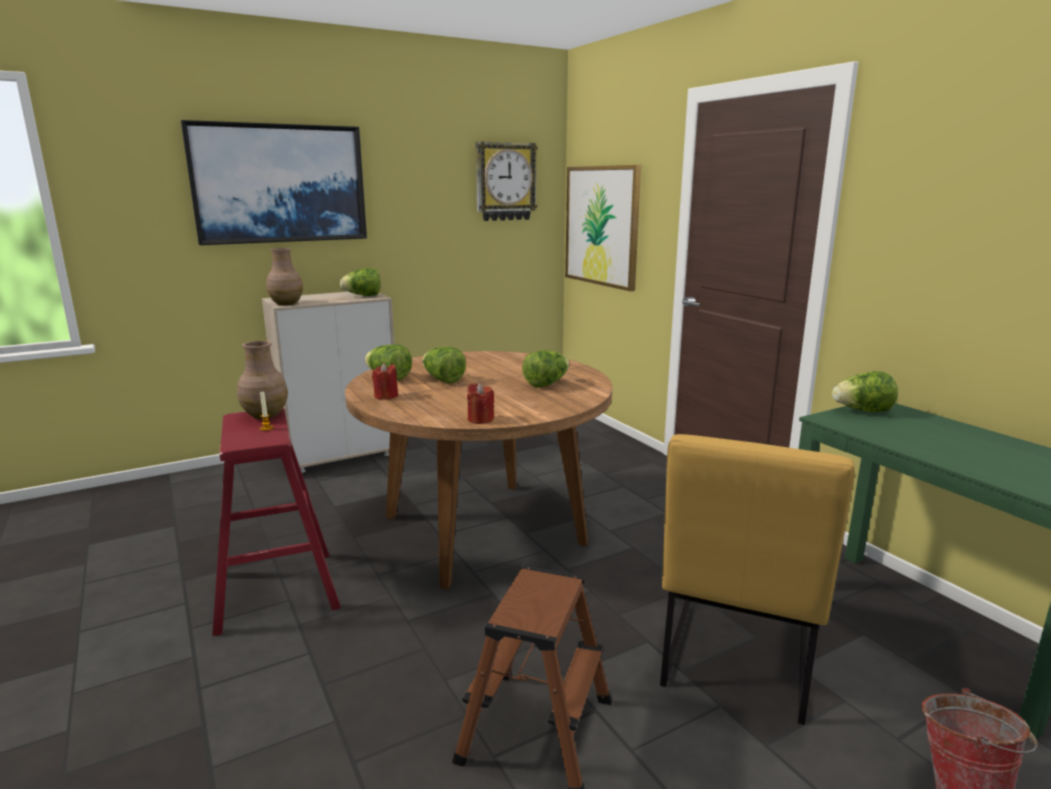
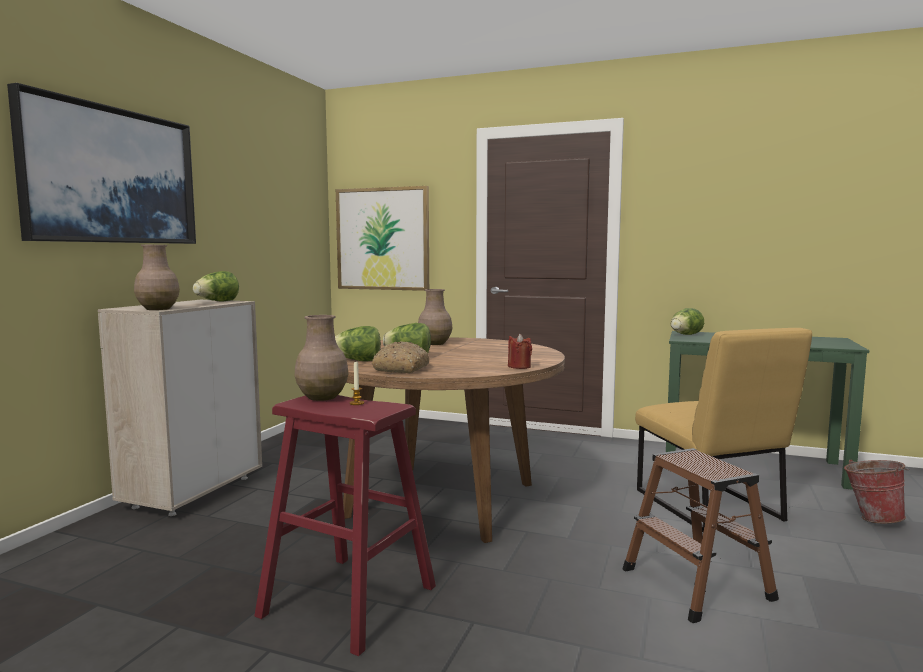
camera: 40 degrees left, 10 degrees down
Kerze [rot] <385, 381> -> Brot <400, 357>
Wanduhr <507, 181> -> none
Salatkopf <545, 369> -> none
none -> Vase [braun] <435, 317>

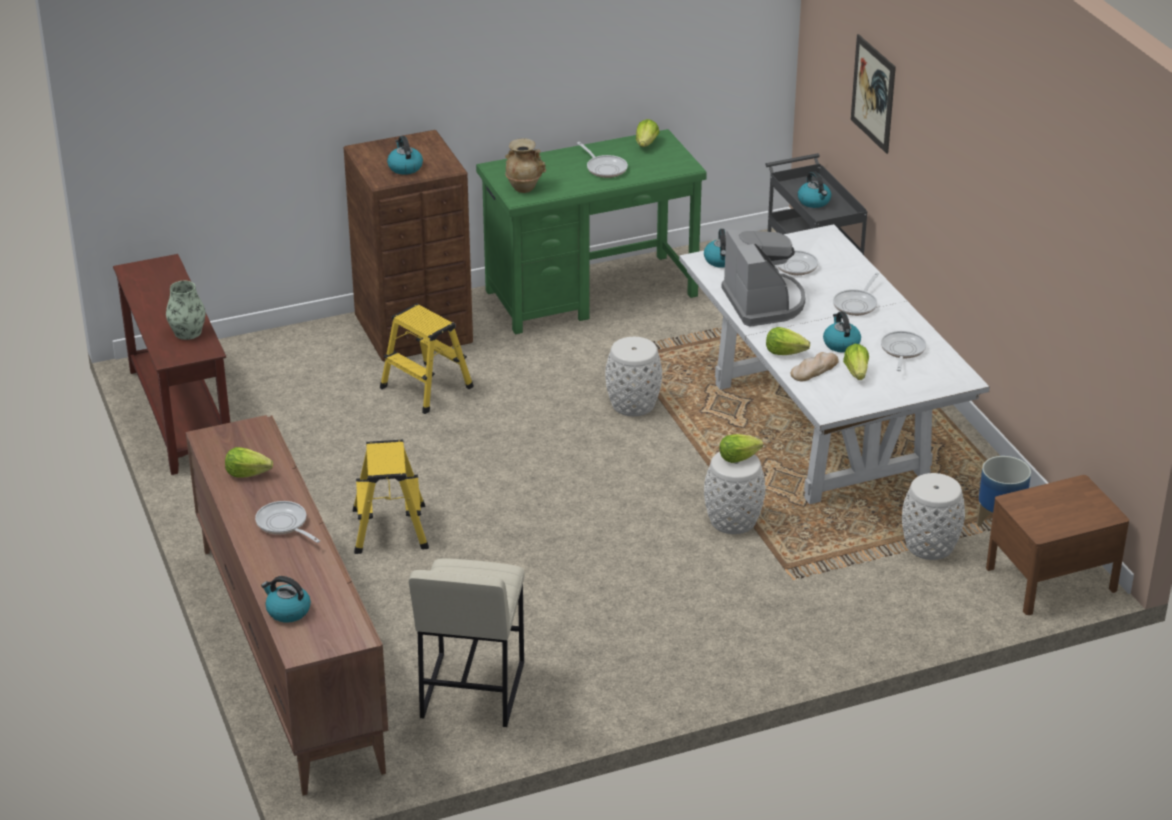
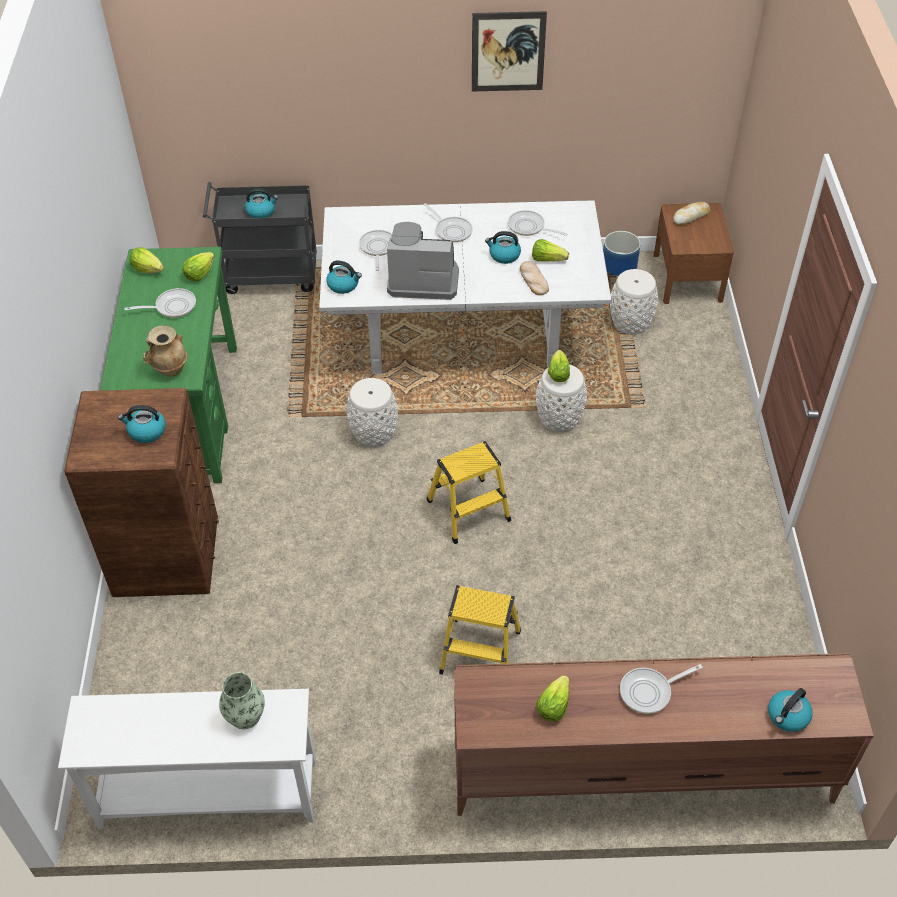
camera: 70 degrees left, 15 degrees up
Konsolentisch [braun] <171, 364> -> Konsolentisch [weiß] <187, 759>
Trittleiter [gelb] <427, 358> -> Trittleiter [gelb] <469, 492>, relocated
Stuhl [beige] <467, 643> -> none
Salatkopf <788, 341> -> Salatkopf <198, 266>, relocated
Bild <873, 94> -> Bild <509, 51>, relocated
none -> Brot <691, 213>

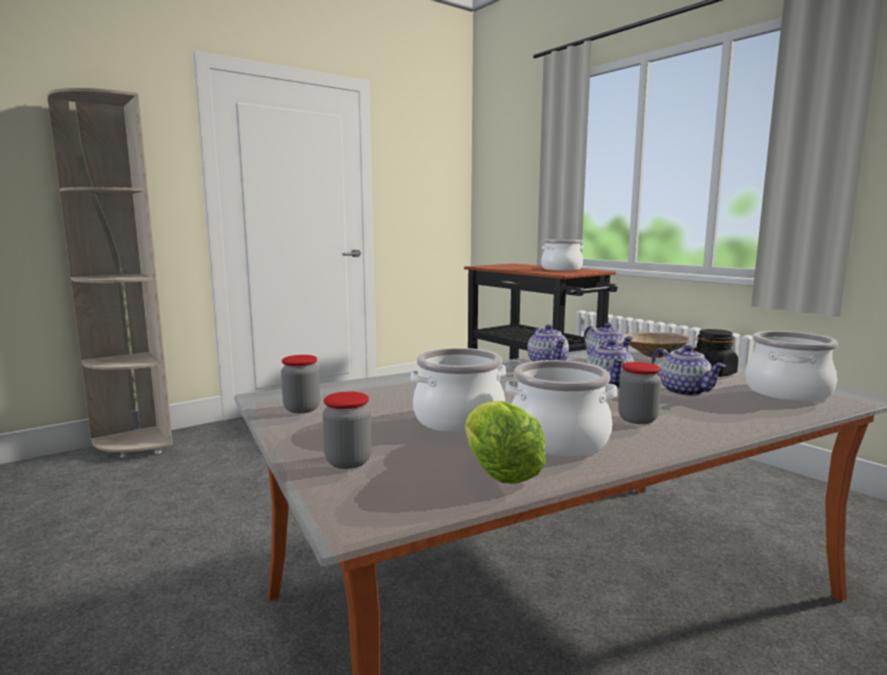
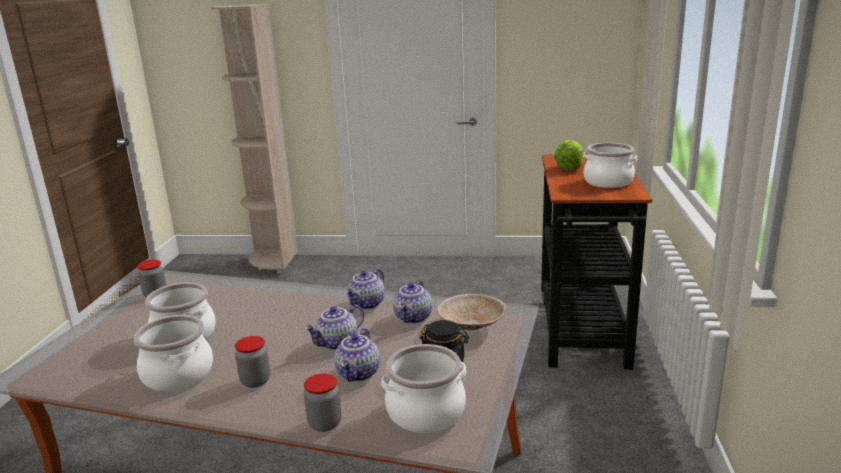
camera: 45 degrees right, 10 degrees up
Vorratsglas <347, 430> -> Vorratsglas <323, 402>, relocated
Salatkopf <505, 442> -> Salatkopf <568, 155>, relocated

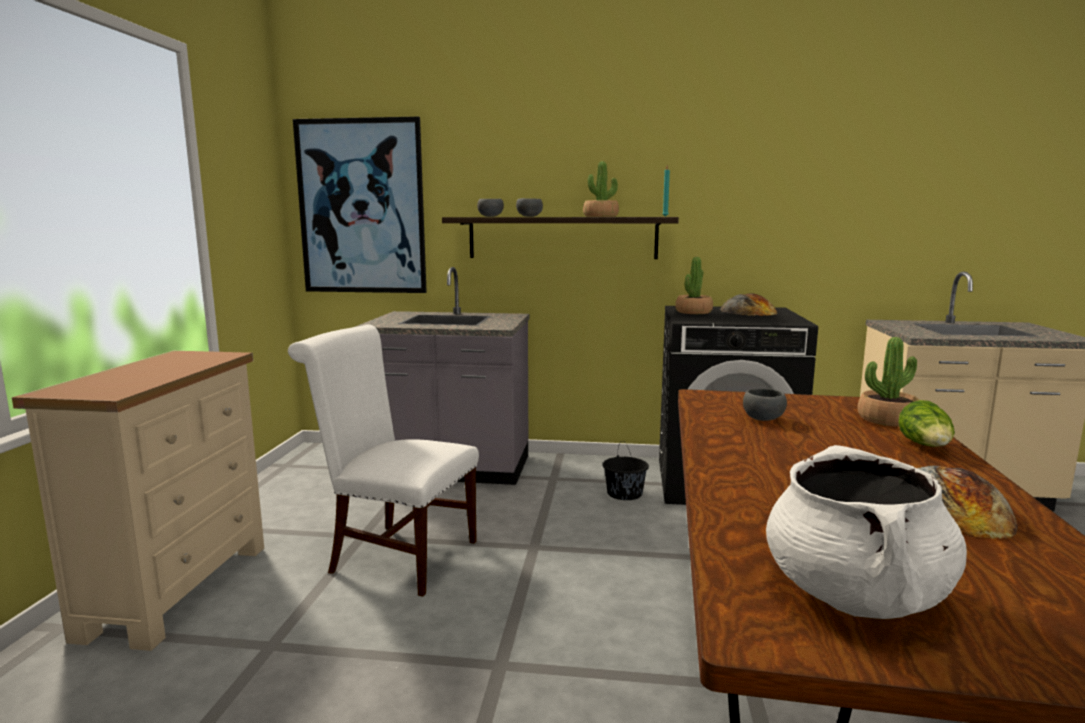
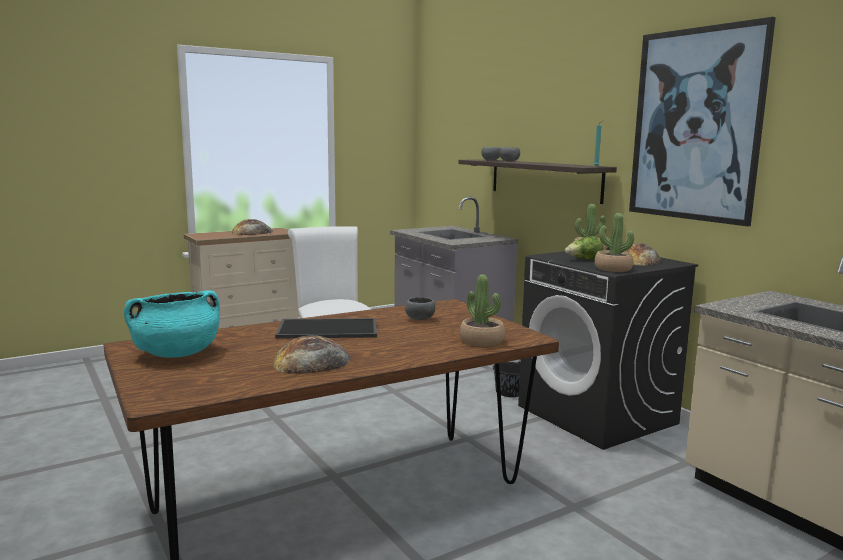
camera: 50 degrees right, 0 degrees up
Bild <360, 205> -> Bild <702, 121>, relocated
Topfpflanze <601, 189> -> Topfpflanze <614, 242>, relocated
Kochtopf [weiß] <866, 532> -> Kochtopf [türkis] <172, 324>
Salatkopf <926, 423> -> Salatkopf <584, 248>, relocated
none -> Brot <252, 227>
none -> Tablett <326, 328>

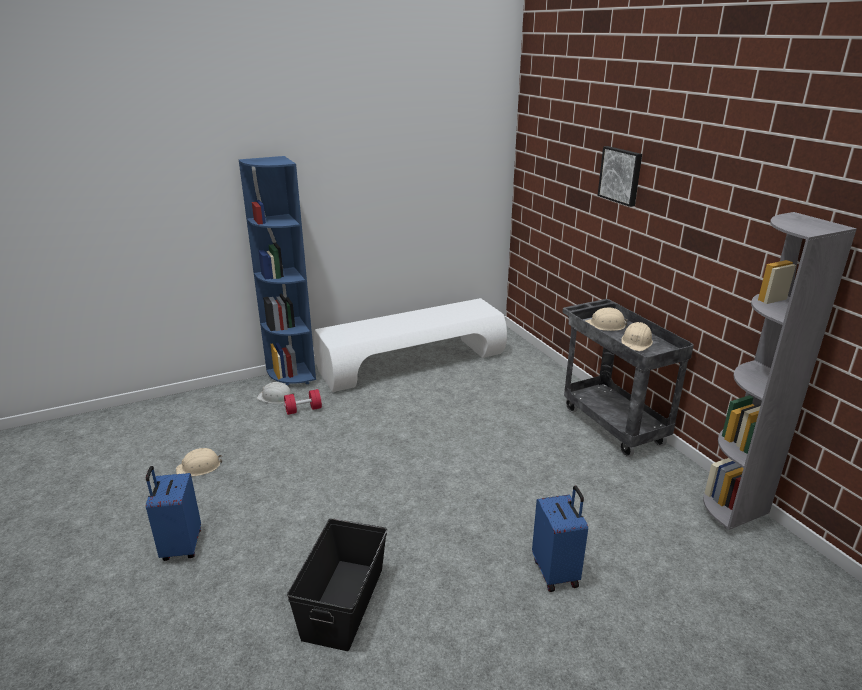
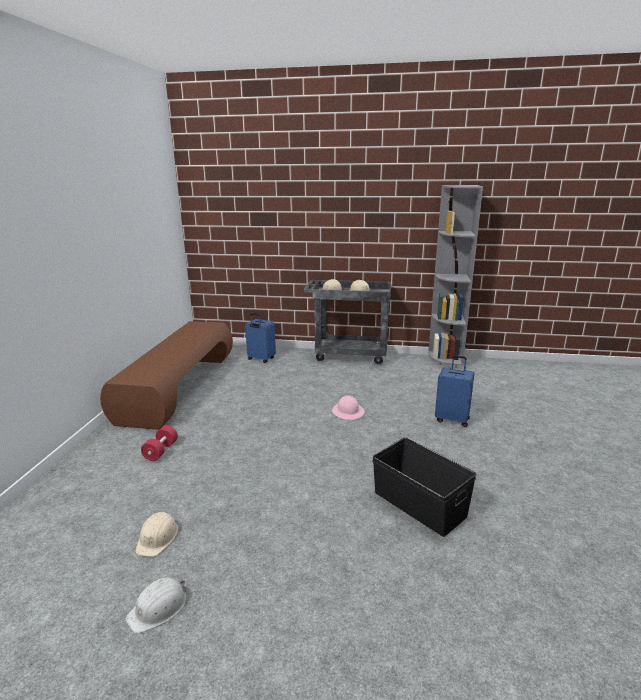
camera: 55 degrees left, 5 degrees down
Koffer [blau] <173, 513> -> Koffer [blau] <260, 338>, relocated
Bücherregal [blau] <277, 270> -> none
Schutzhelm [weiß] <276, 393> -> Schutzhelm [weiß] <156, 605>, relocated
Bank [weiß] <410, 345> -> Bank [braun] <166, 375>
Bild <620, 176> -> none
none -> Schutzhelm [rosa] <348, 408>

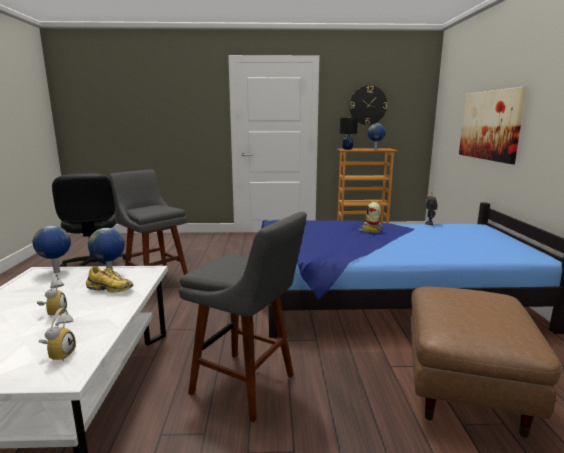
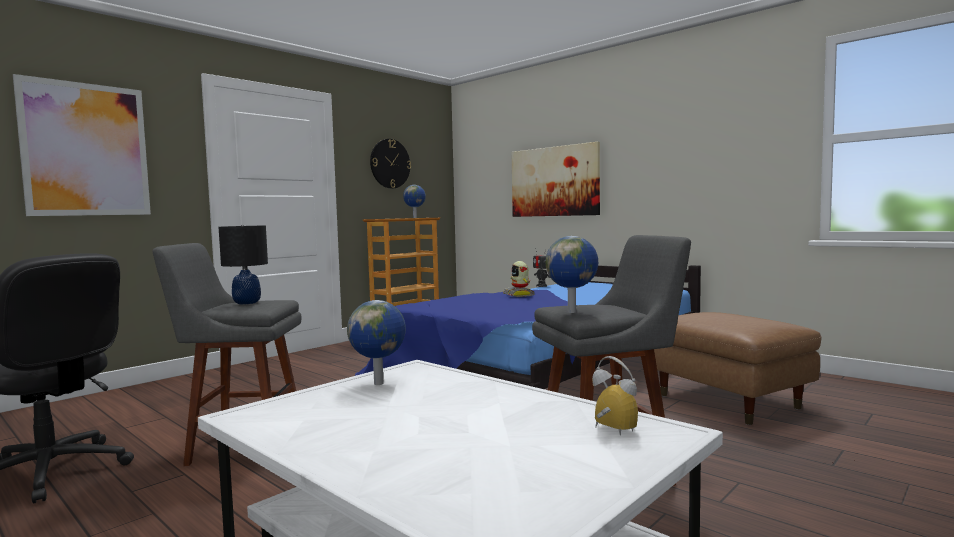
camera: 45 degrees left, 10 degrees down
Globus <51, 249> -> Globus <571, 274>, relocated
Wecker <52, 295> -> none
Schuh [gelb] <109, 279> -> none
Tischlampe [schwarz] <349, 133> -> Tischlampe [schwarz] <243, 264>, relocated
none -> Bild <82, 145>

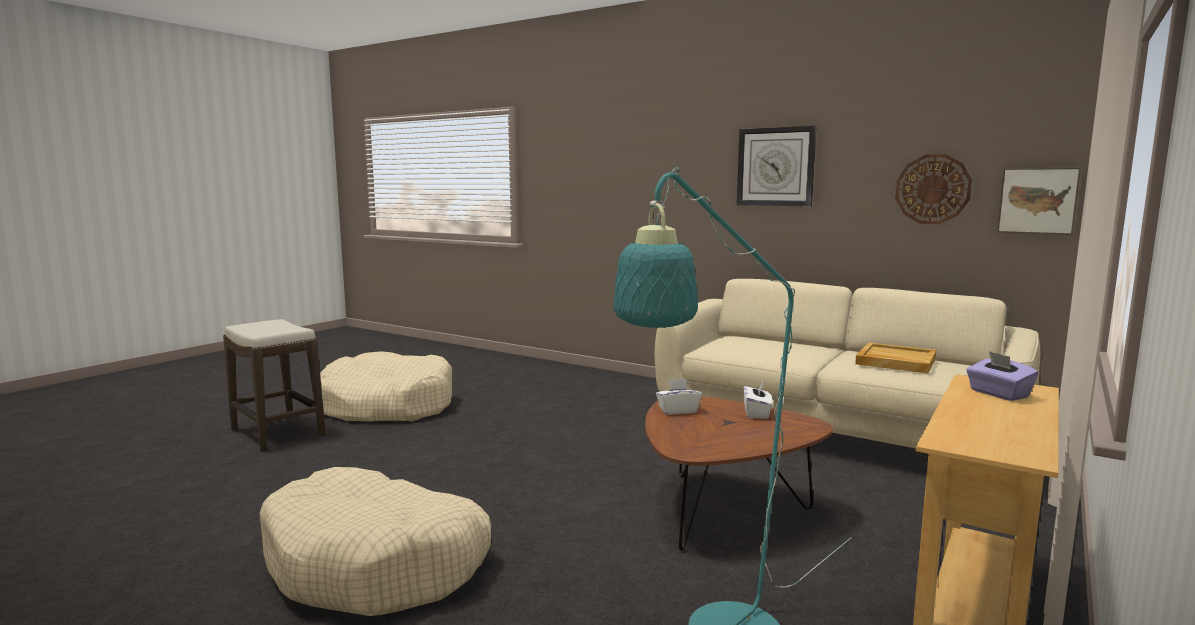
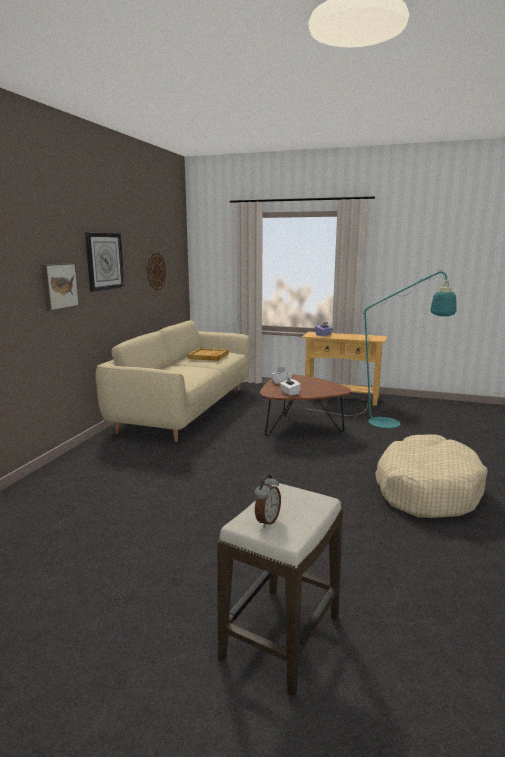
camera: 105 degrees left, 5 degrees up
Hundebett [beige] <386, 386> -> none
Bild <1039, 201> -> Bild <60, 287>, relocated
none -> Wecker <267, 501>

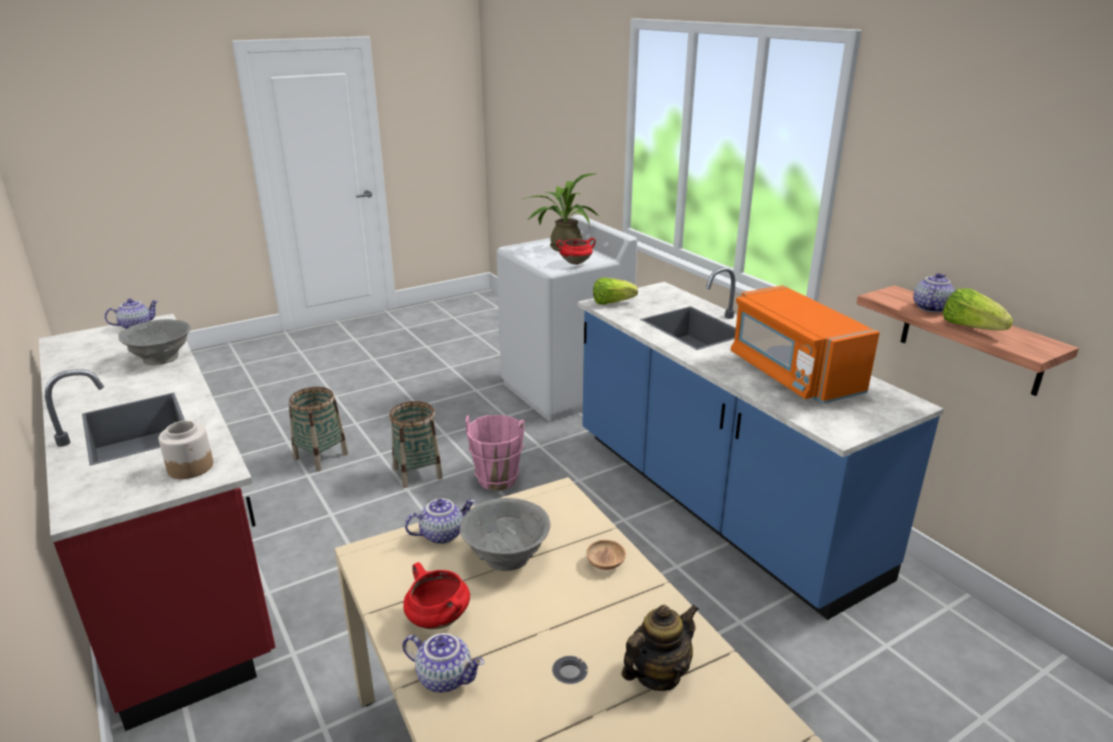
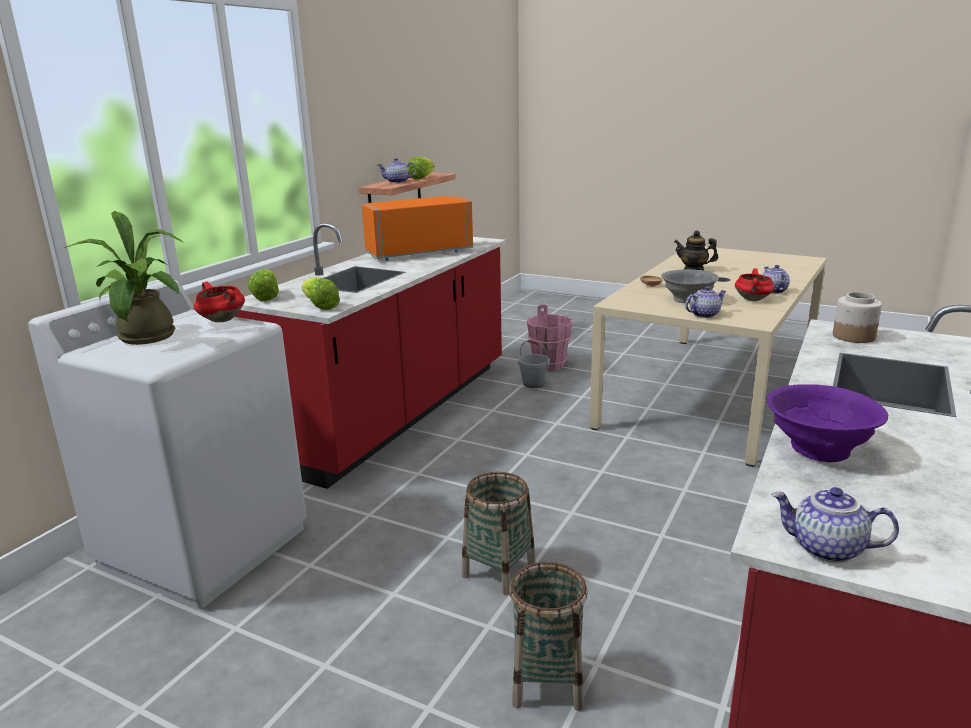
camera: 120 degrees left, 5 degrees down
Schüssel [grau] <155, 342> -> Schüssel [lila] <827, 423>
Teekanne <440, 521> -> Teekanne <705, 302>, 120 degrees clockwise
Eimer [rosa] <495, 453> -> Eimer [rosa] <549, 337>, relocated
Küchenzeile [blau] <761, 443> -> Küchenzeile [rot] <370, 356>
Mikrowelle [orange] <805, 344> -> Mikrowelle [orange] <417, 228>, 150 degrees counterclockwise
none -> Salatkopf <263, 285>
none -> Eimer [grau] <534, 364>

